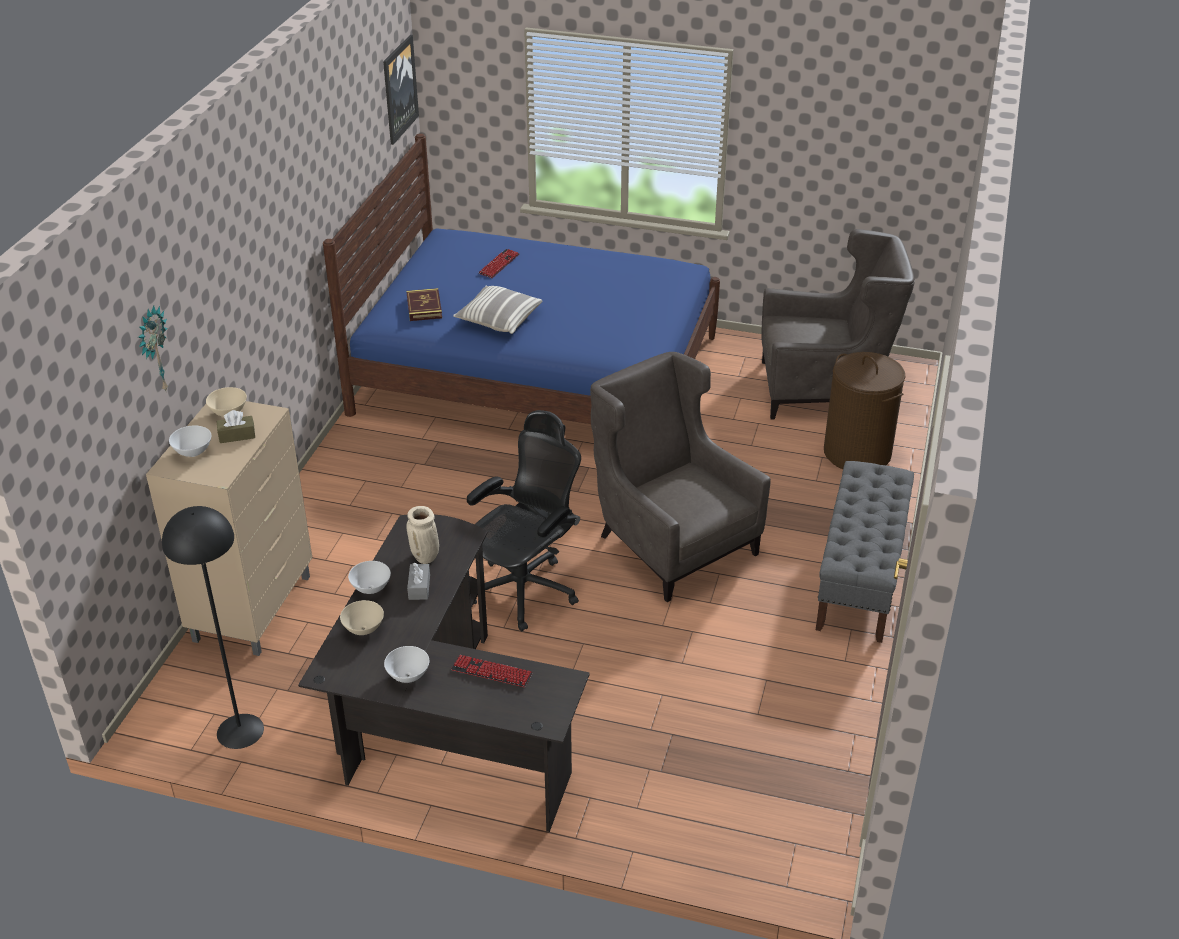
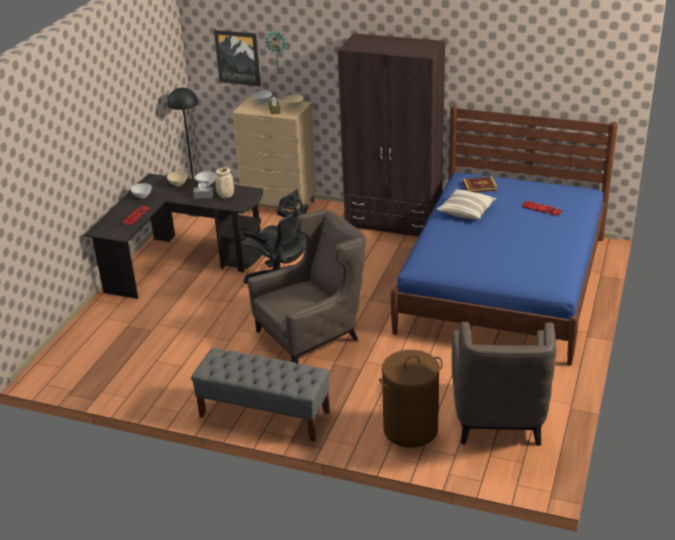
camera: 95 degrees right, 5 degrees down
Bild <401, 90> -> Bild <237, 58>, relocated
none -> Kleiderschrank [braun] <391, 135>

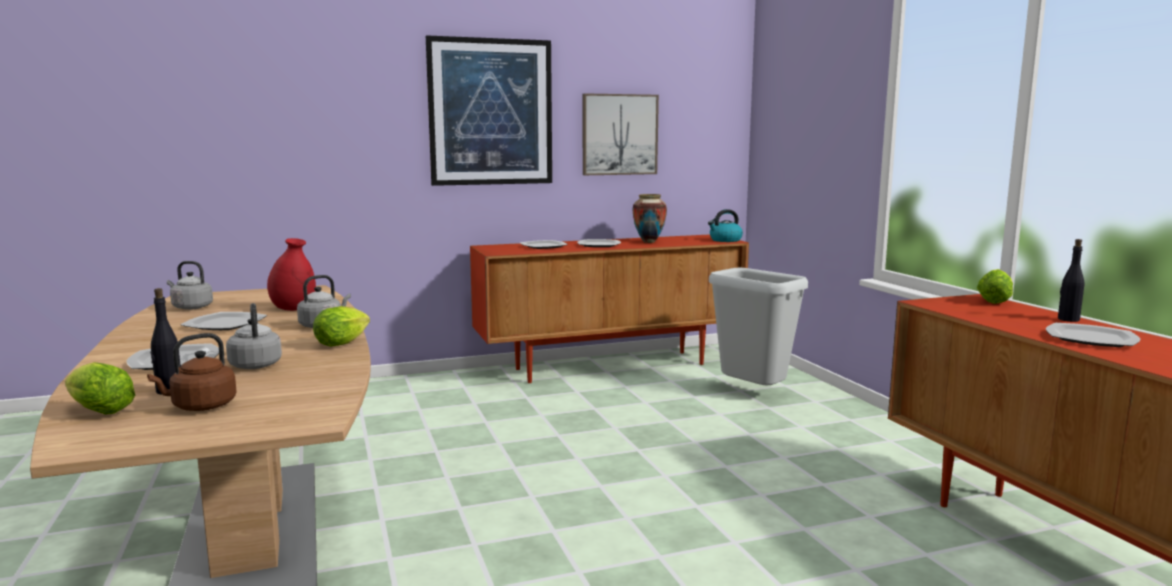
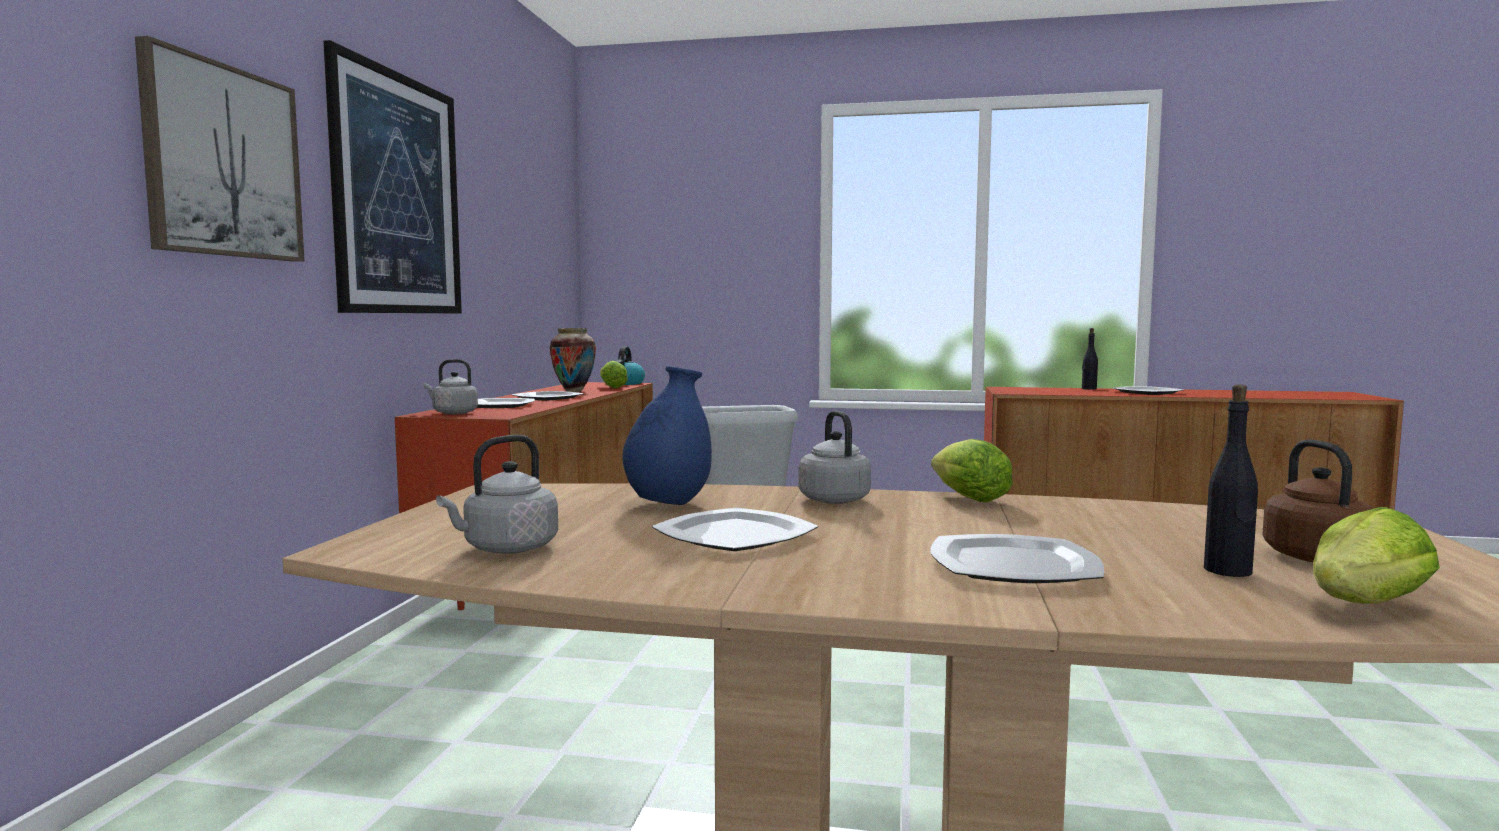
camera: 60 degrees left, 5 degrees down
Wasserkessel [grau] <254, 336> -> Wasserkessel [grau] <451, 386>, relocated
Vase [rot] <291, 274> -> Vase [blau] <667, 435>
Bild <621, 134> -> Bild <220, 149>, relocated
Salatkopf <995, 286> -> Salatkopf <614, 374>, relocated

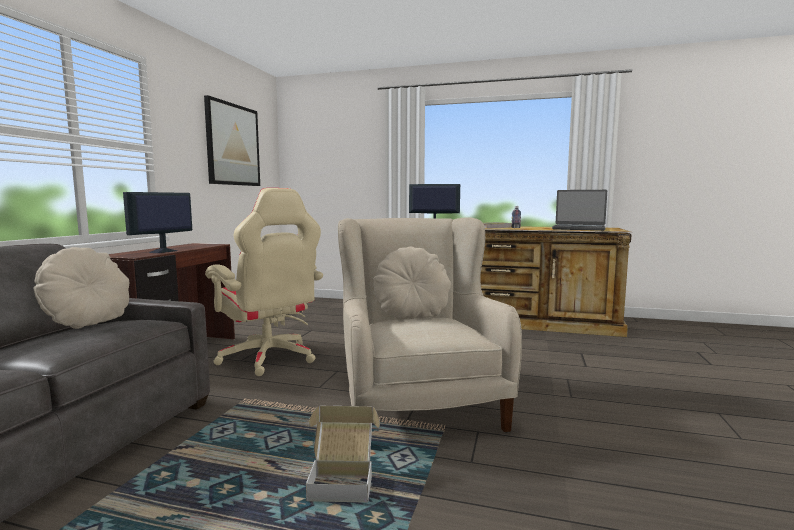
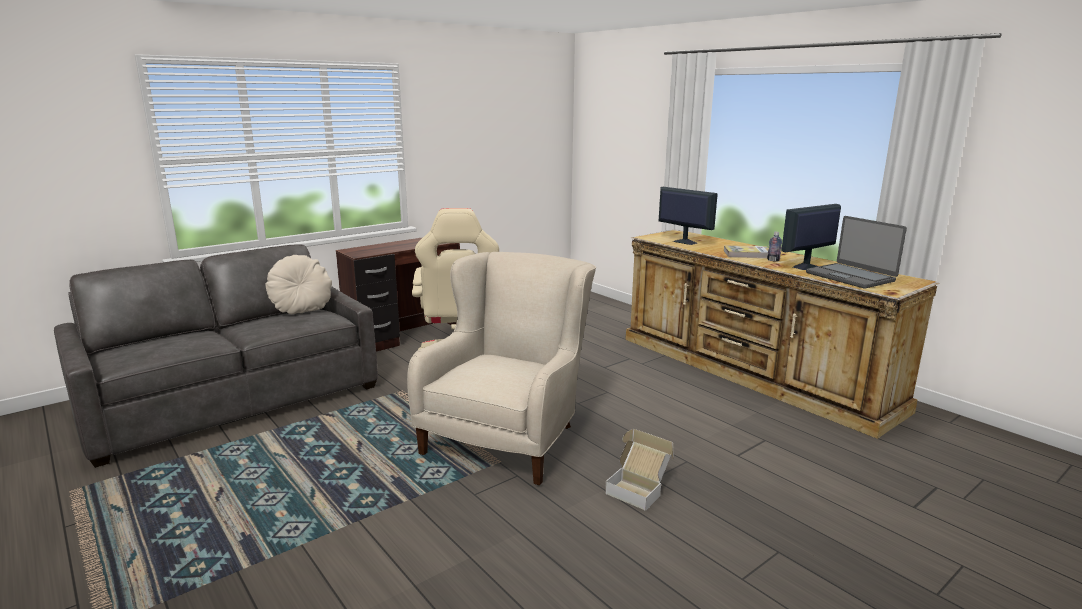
camera: 35 degrees right, 10 degrees up
Monitor <157, 222> -> Monitor <811, 237>, relocated
Bild <232, 140> -> none
Karton <343, 454> -> Karton <639, 470>, relocated
Kissen [beige] <412, 283> -> none

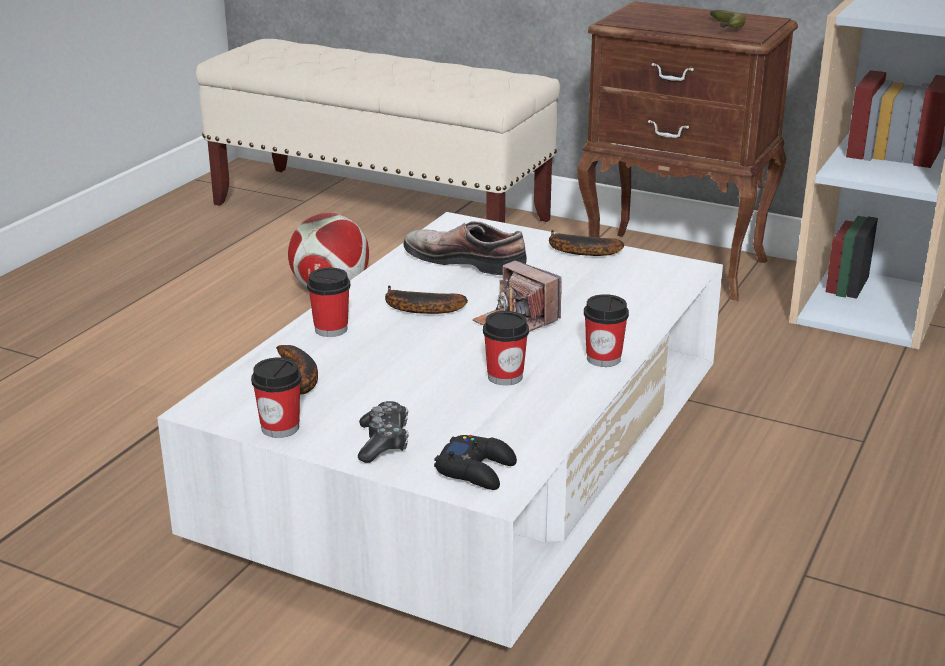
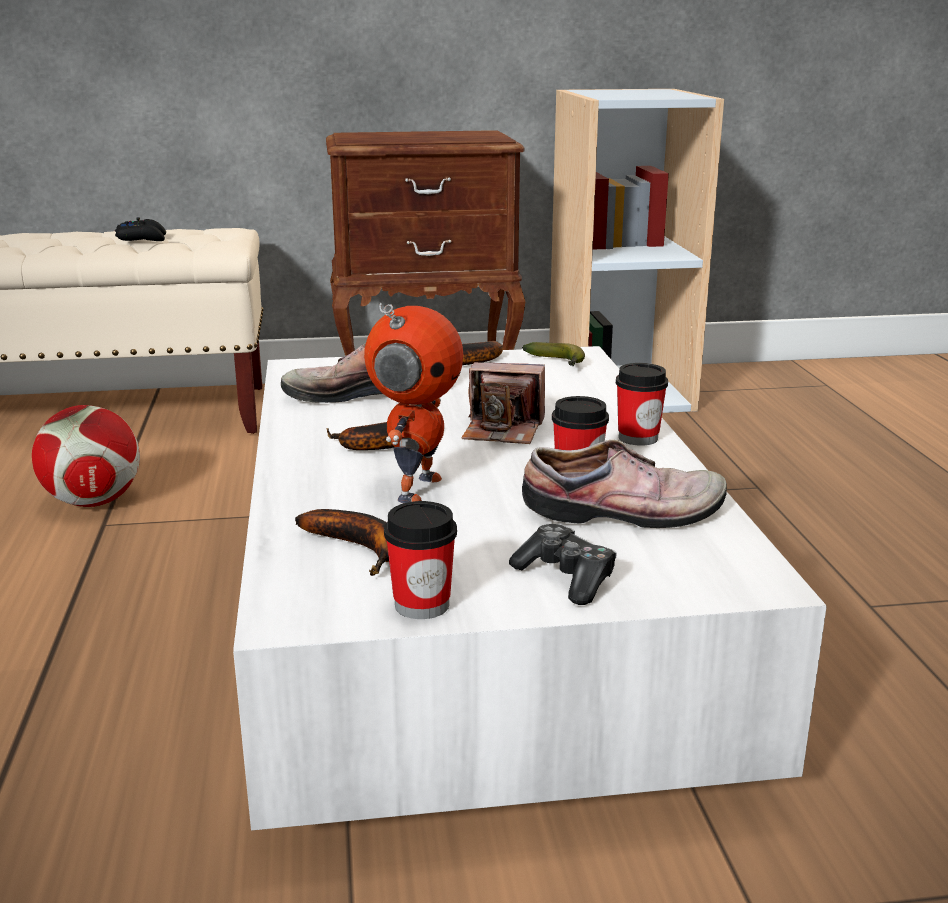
camera: 35 degrees left, 5 degrees down
Tasse <328, 302> -> none
Gamepad [schwarz] <475, 462> -> Gamepad [schwarz] <140, 229>, relocated
Banane <728, 19> -> Banane <553, 354>, relocated
none -> Spielzeugroboter <413, 402>
none -> Schuh <624, 484>

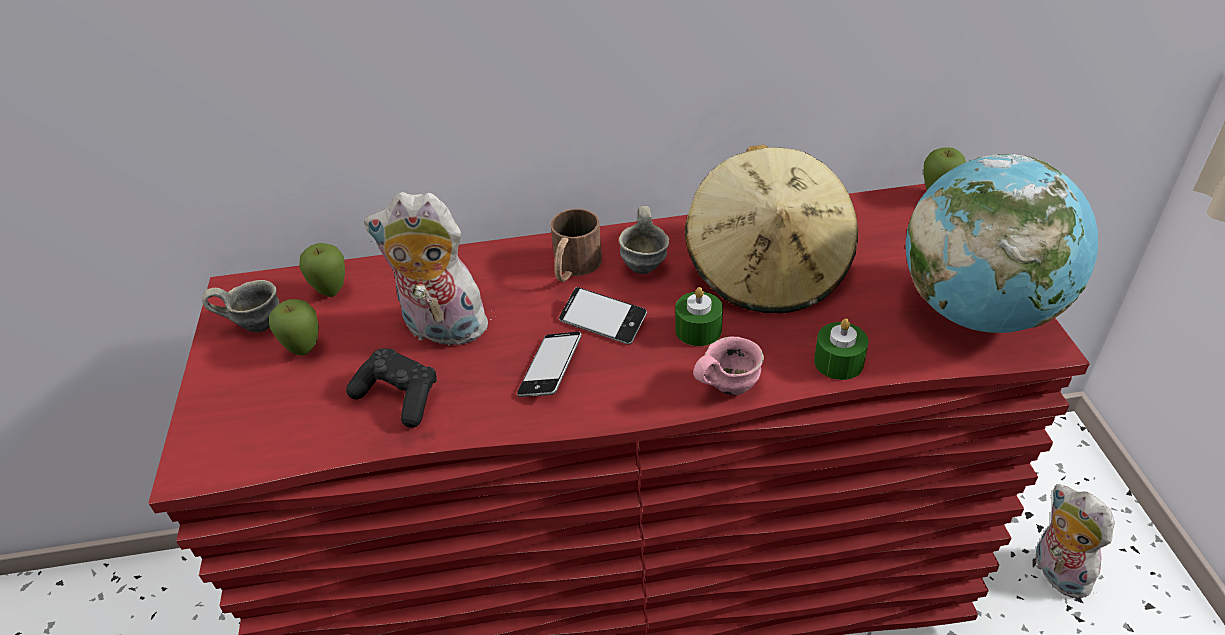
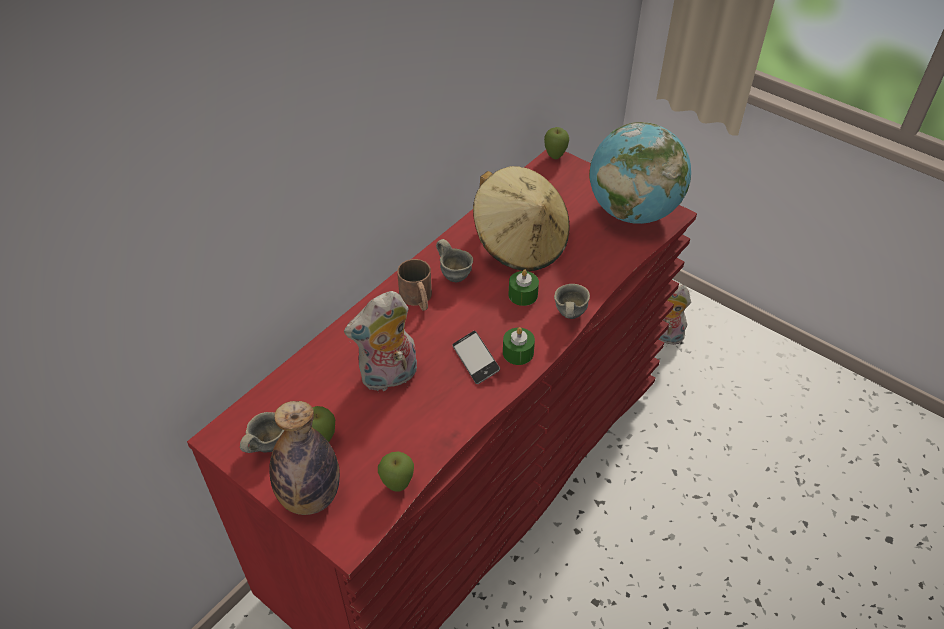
camera: 45 degrees left, 5 degrees up
Apfel <322, 270> -> Apfel <396, 471>, relocated
Gamepad [schwarz] <391, 388> -> none
Handy <603, 315> -> none
Henkelbecher [rosa] <728, 366> -> Henkelbecher [grau] <572, 301>
Kerze [grün] <841, 349> -> Kerze [grün] <519, 346>, relocated
none -> Flasche <304, 458>

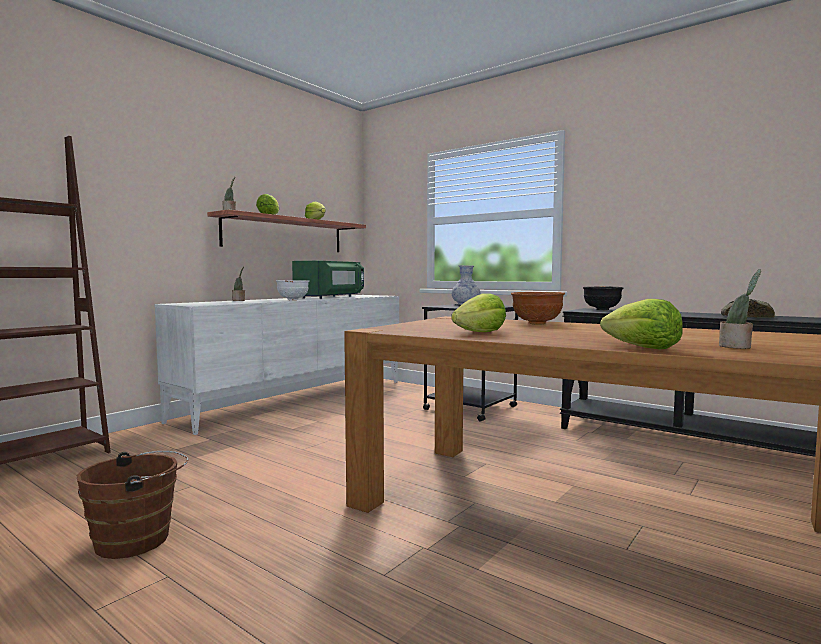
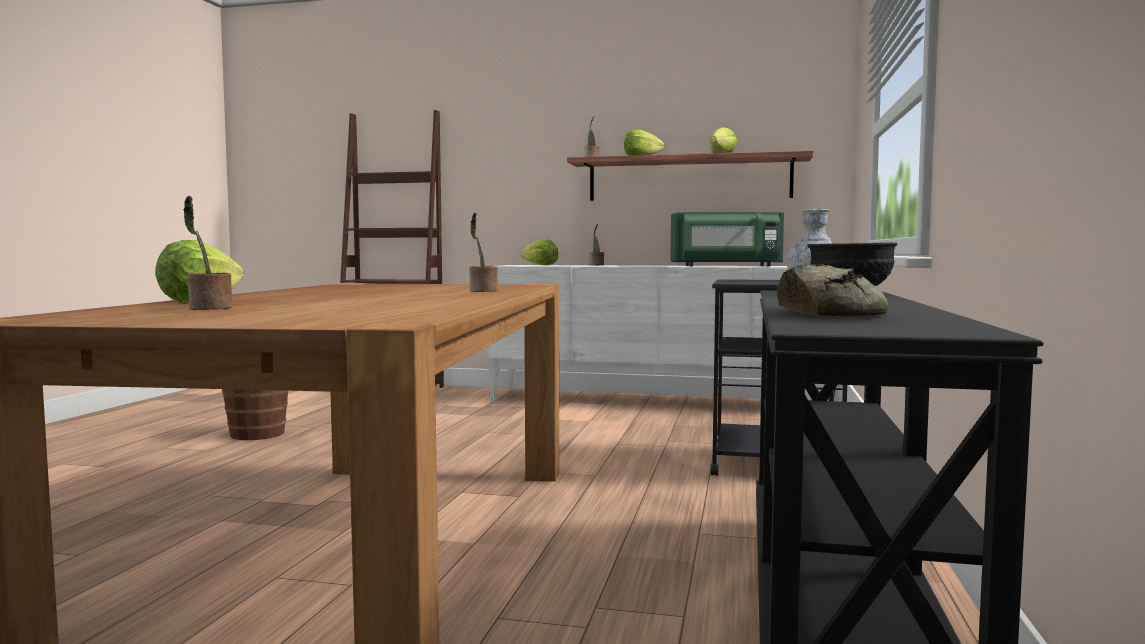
camera: 65 degrees right, 0 degrees up
Schüssel [weiß] <292, 290> -> none
Salatkopf <478, 312> -> Salatkopf <539, 252>, relocated
Schüssel [braun] <538, 308> -> Topfpflanze <483, 252>

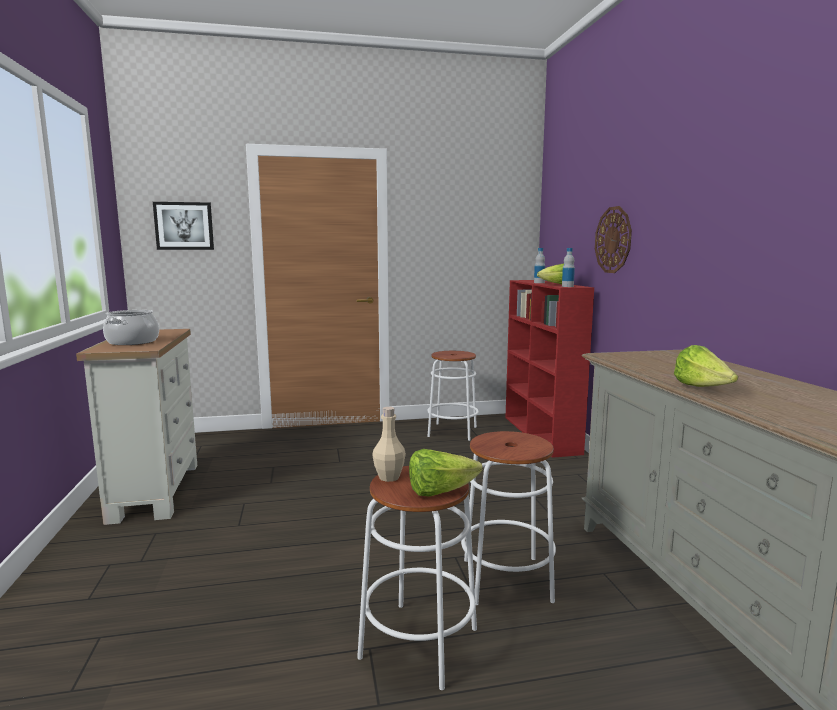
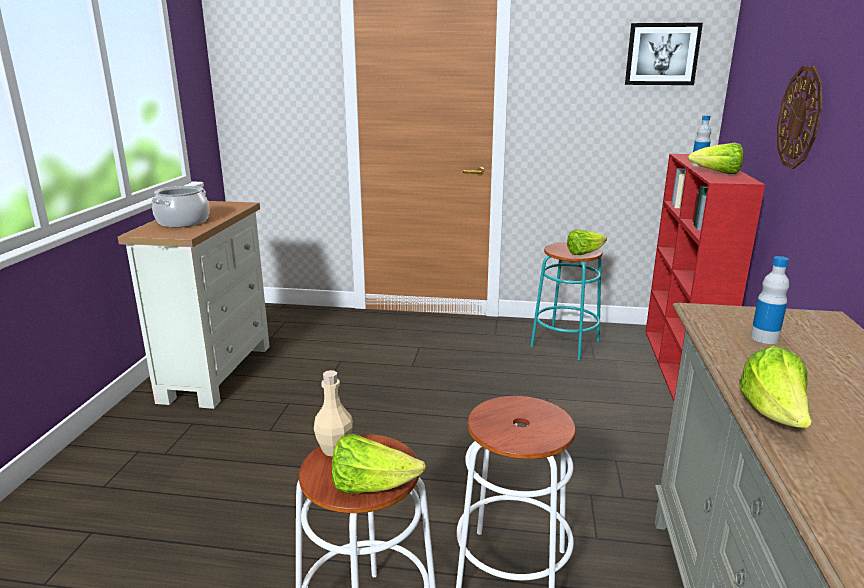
camera: 20 degrees right, 10 degrees up
Bild <183, 226> -> Bild <664, 54>, relocated
Hocker [weiß] <453, 396> -> Hocker [türkis] <566, 301>
Flasche <568, 267> -> Flasche <769, 300>, relocated
none -> Salatkopf <587, 242>

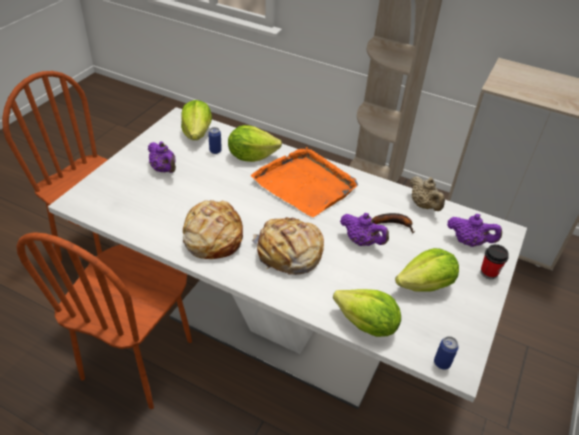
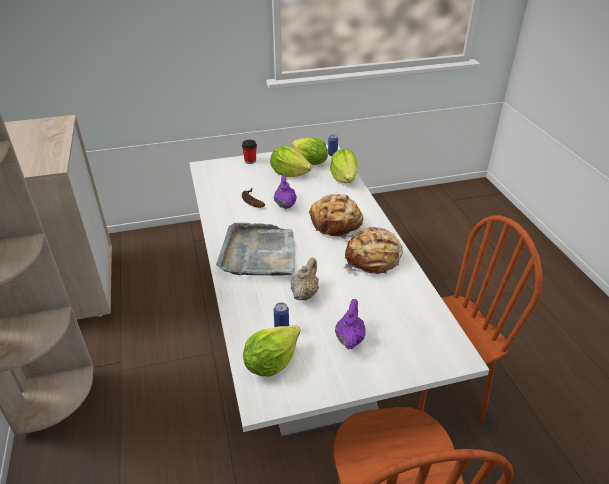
camera: 130 degrees left, 5 degrees down
Salatkopf <255, 143> -> Salatkopf <310, 151>, relocated
Tablett [orange] <304, 182> -> Tablett [grau] <255, 249>
Teekanne [beige] <427, 193> -> Teekanne [beige] <305, 279>, relocated
Teekanne [lila] <474, 230> -> none

